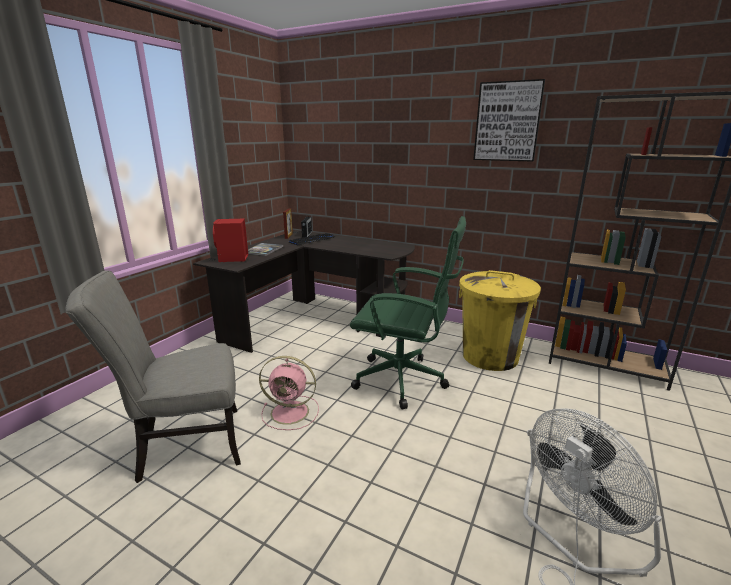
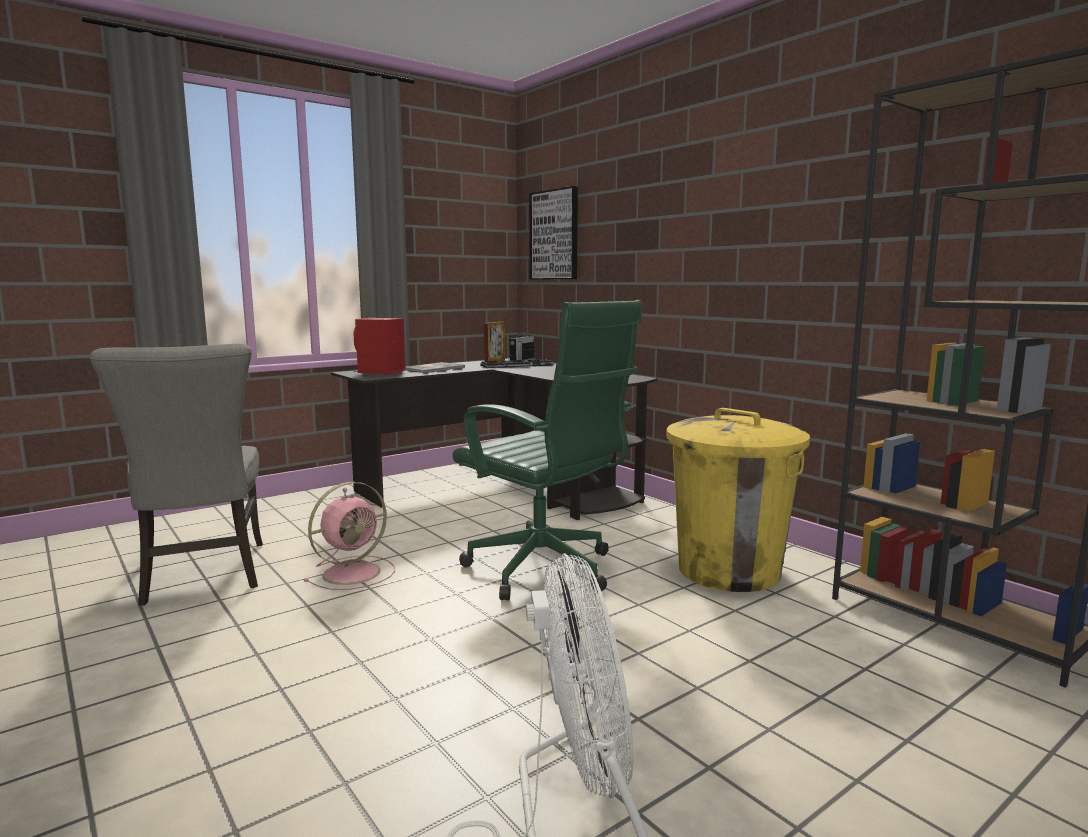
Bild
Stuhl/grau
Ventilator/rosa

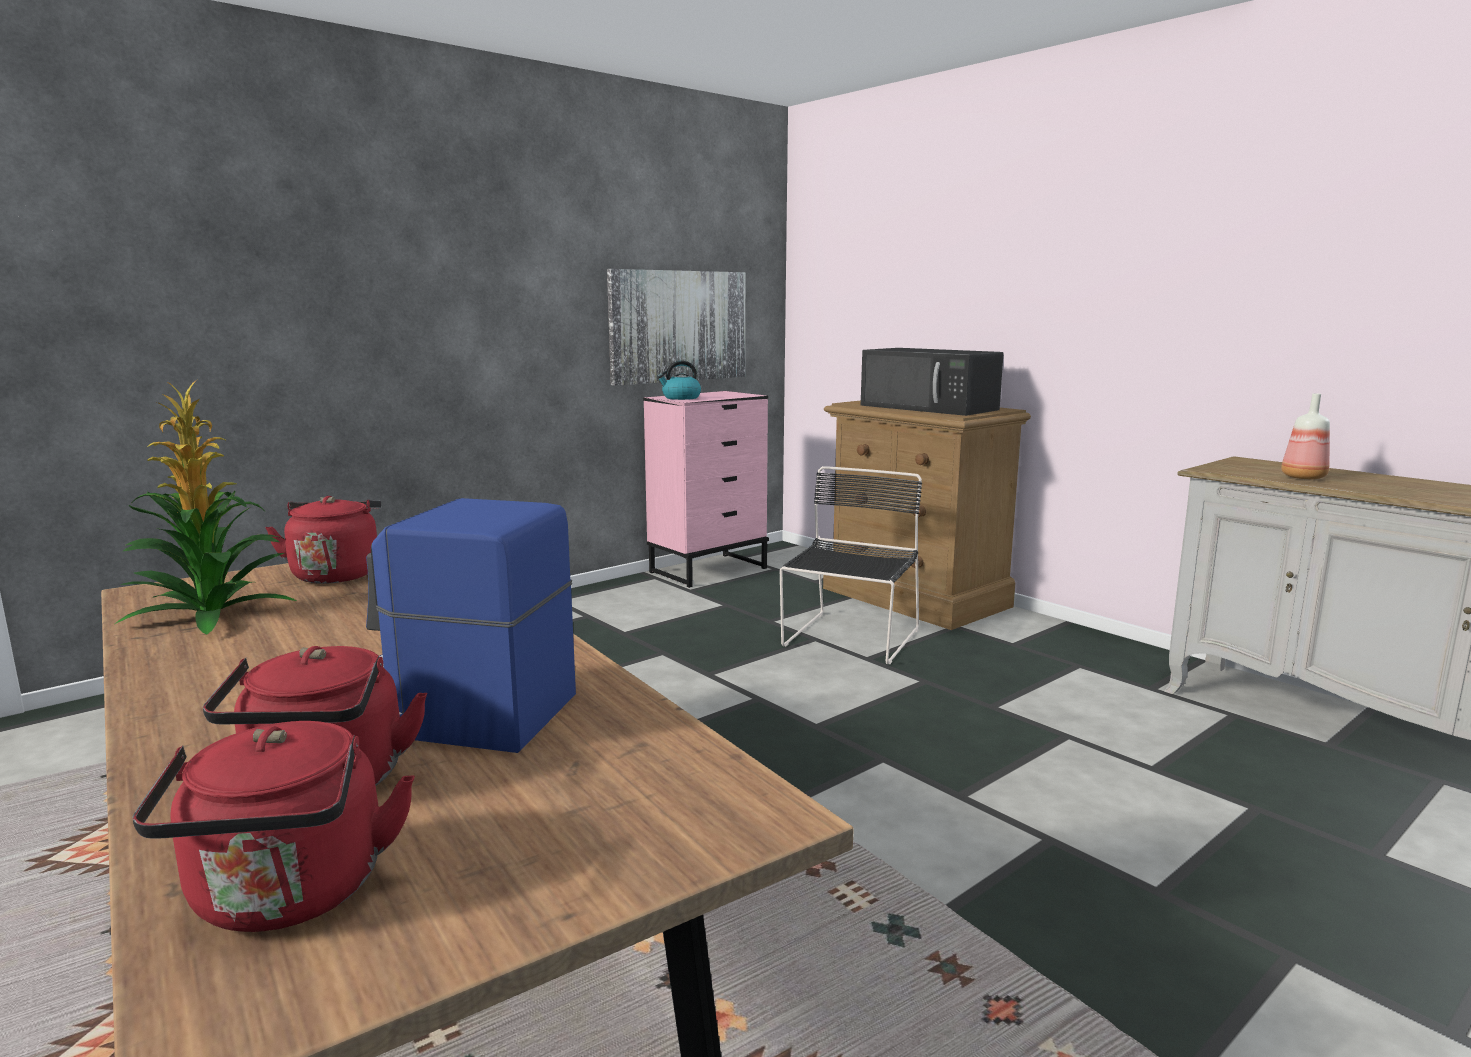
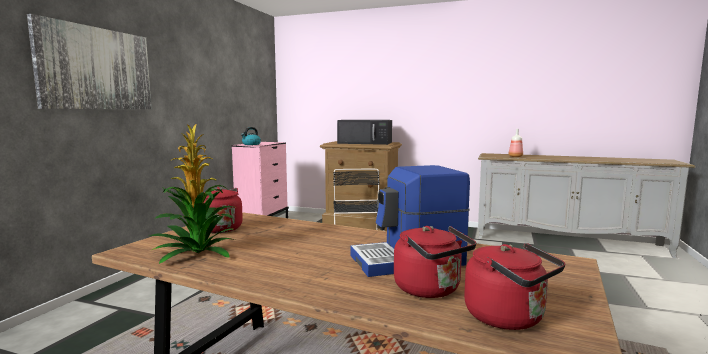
Bild

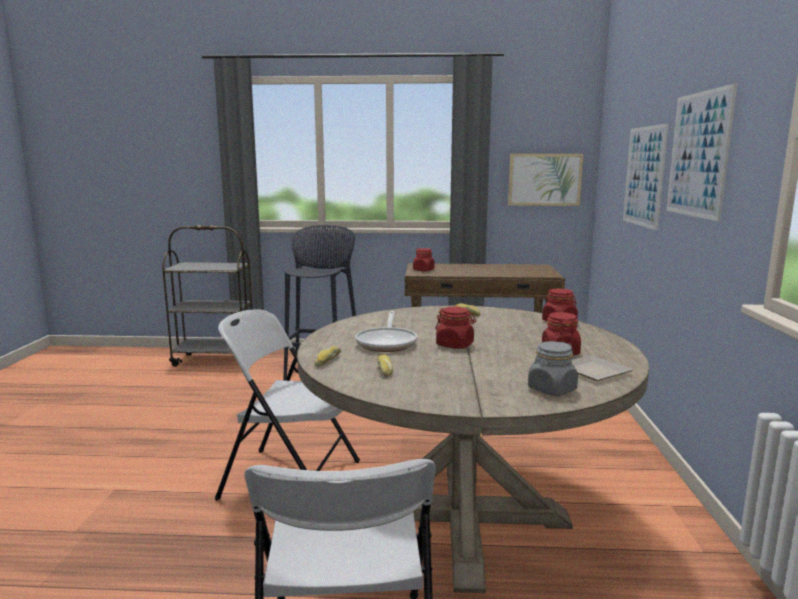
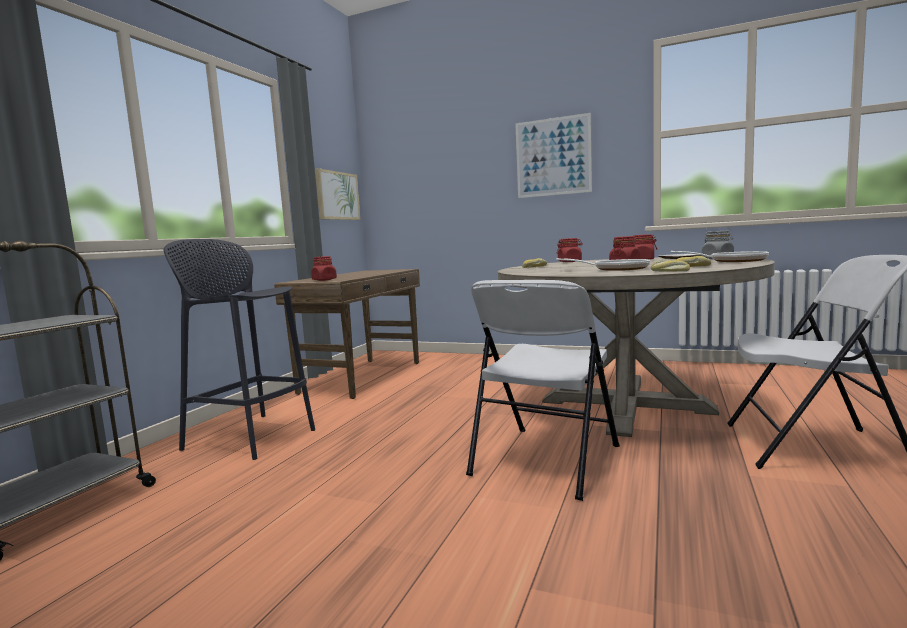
Bild (no. 2 from left in the first image)
Pfanne (no. 2 from left)

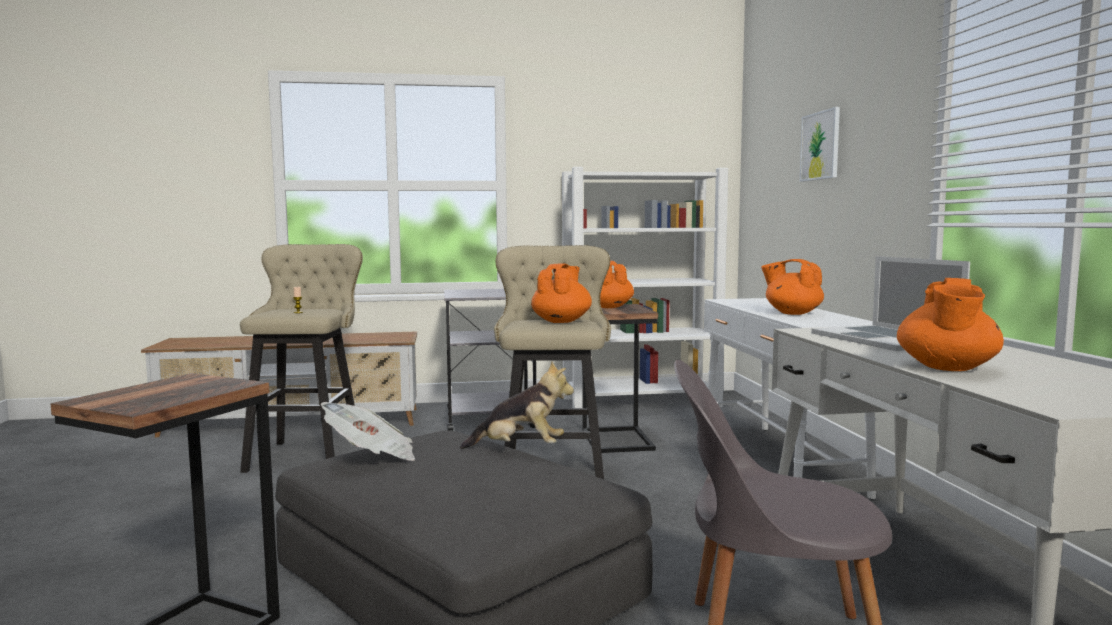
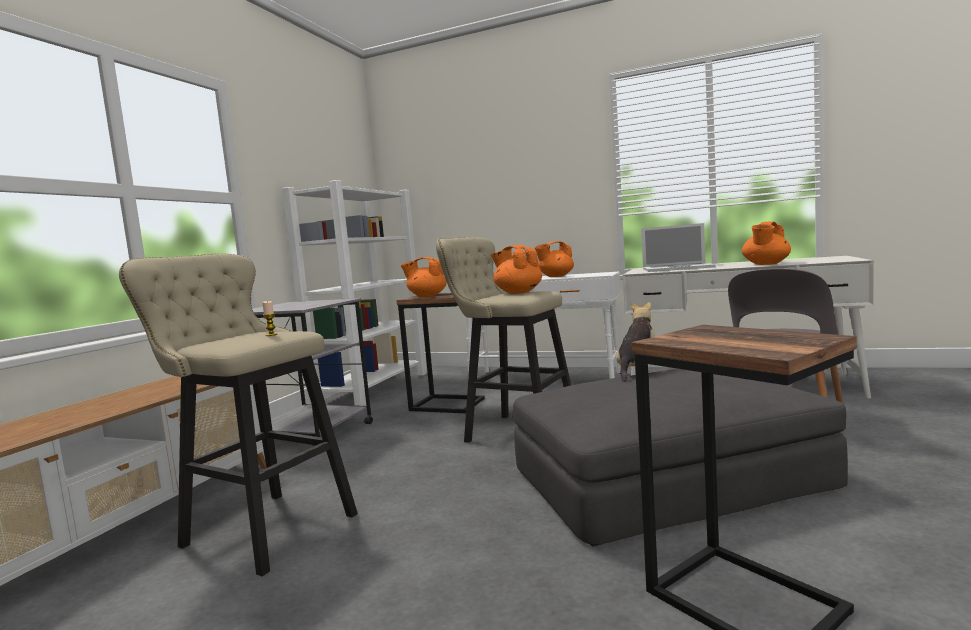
Bild
Teekanne/orange (no. 4 from left)
Zeitung

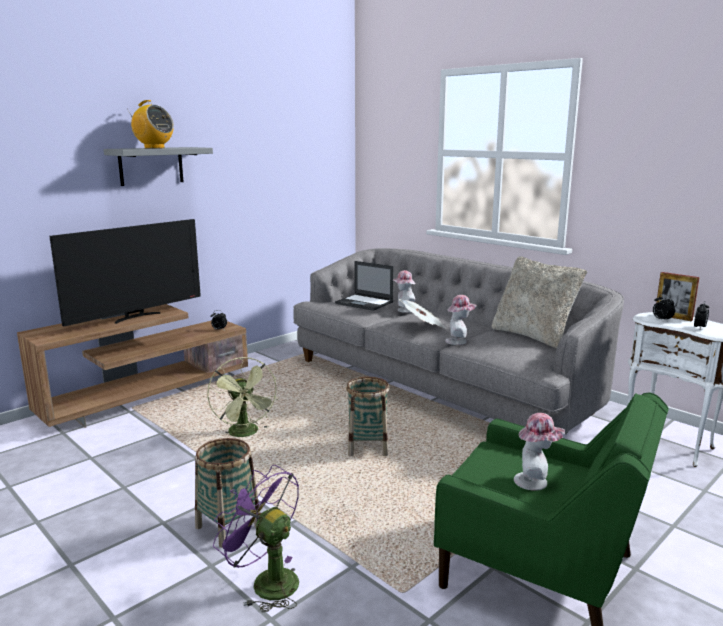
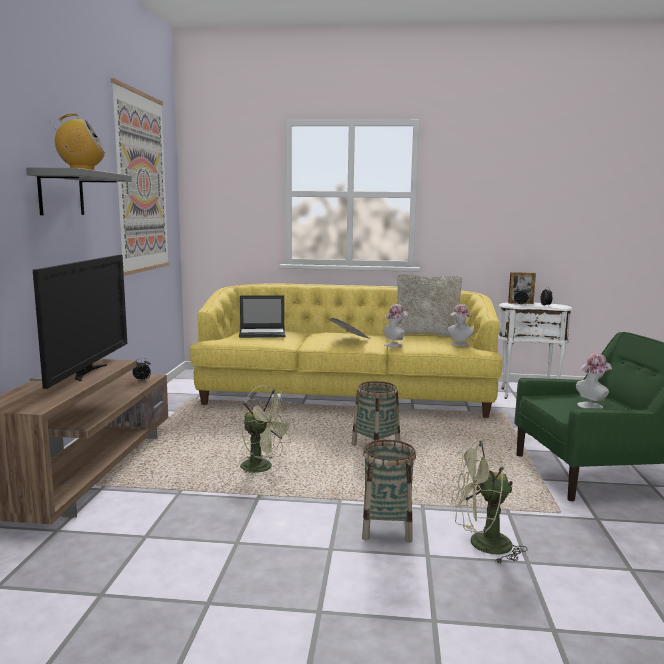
Sofa/gelb
Hut (no. 2 from left)
Ventilator/grün (no. 2 from left)
Bild

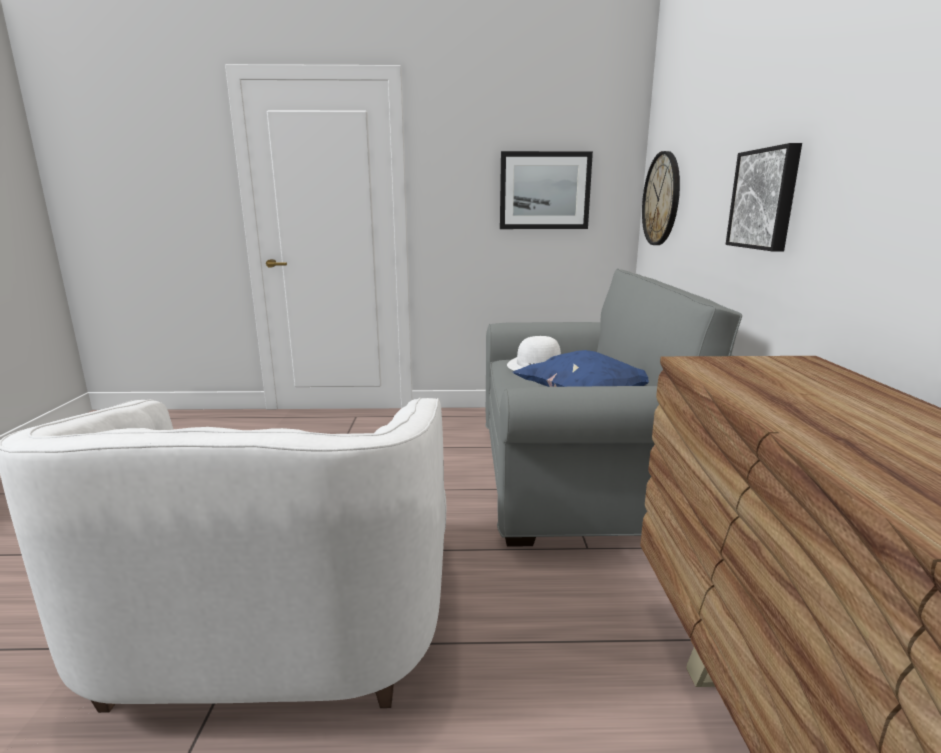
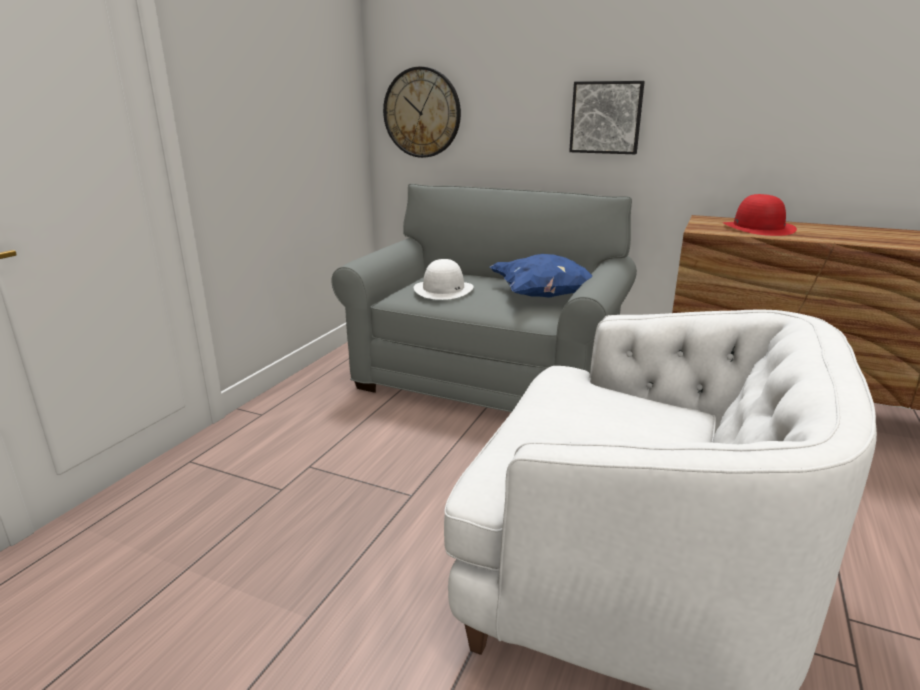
Bild (no. 1 from left in the first image)
Hut/rot

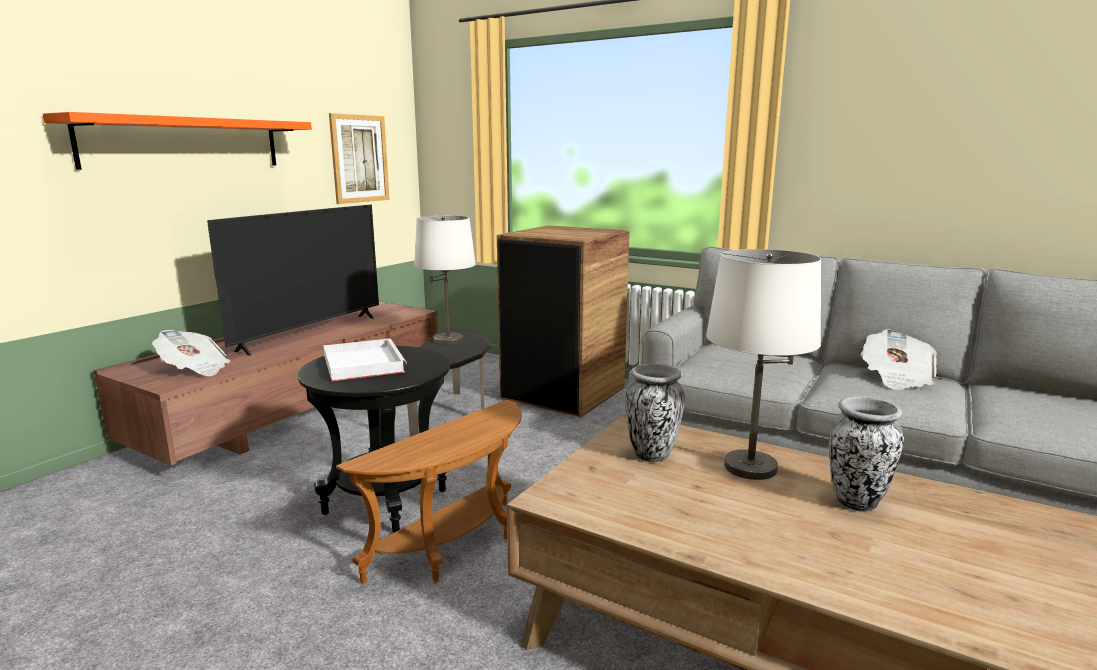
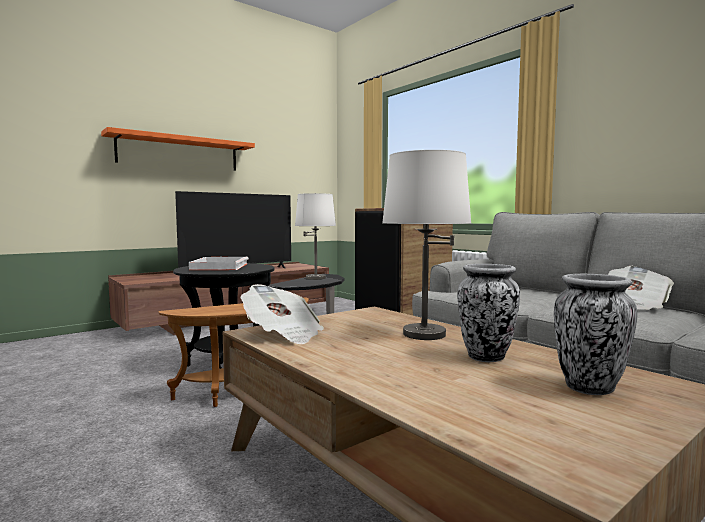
Bild
Zeitung (no. 1 from left)
Vase (no. 2 from left)

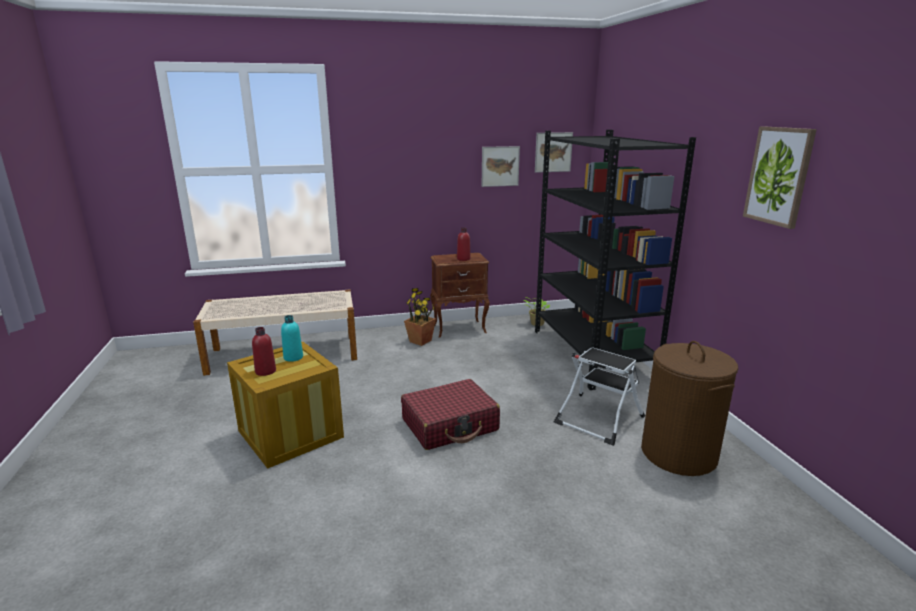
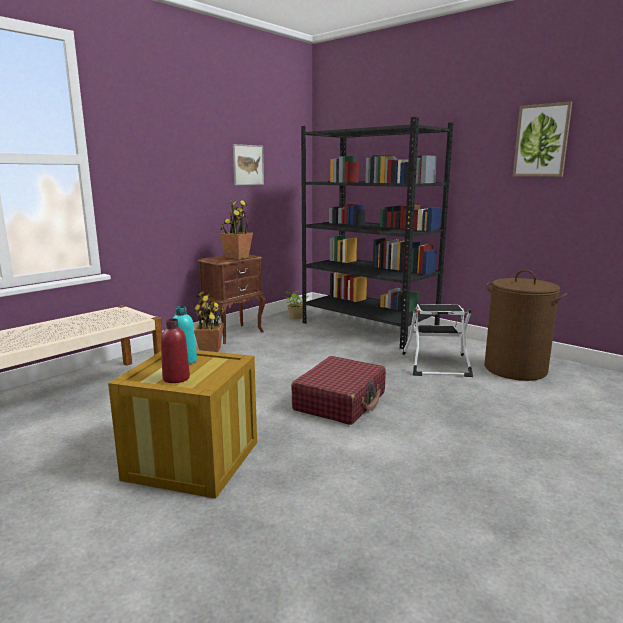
Bild (no. 2 from left in the first image)
Topfpflanze (no. 2 from left)

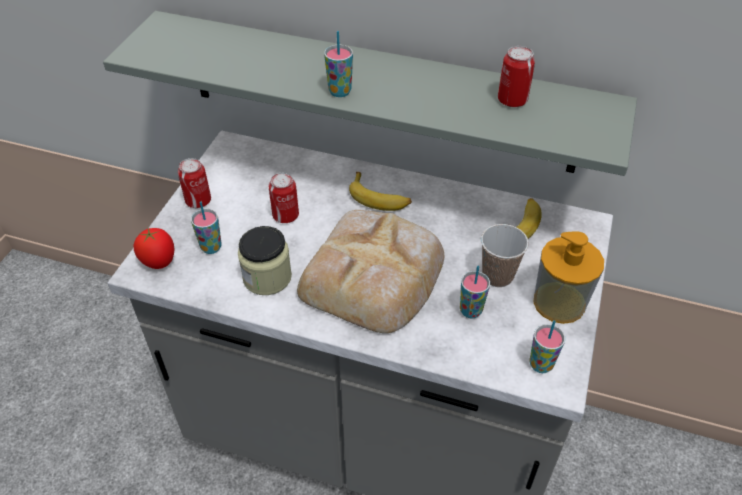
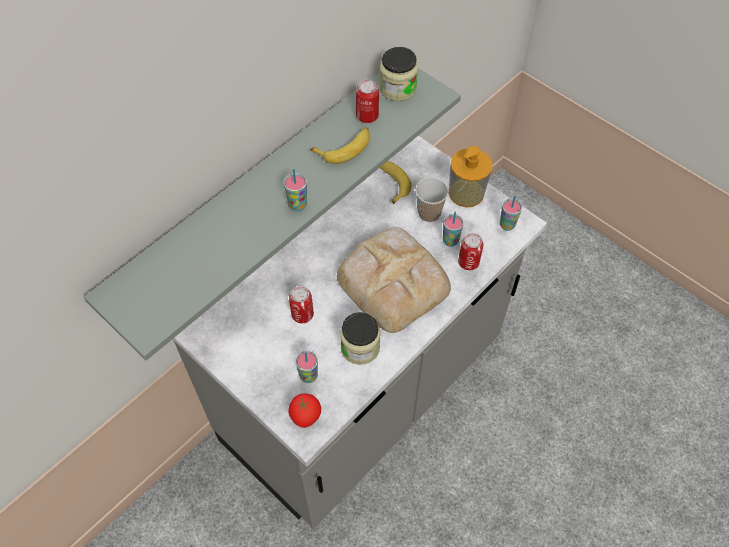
Dose (no. 3 from left)
Banane (no. 1 from left)
Vorratsglas (no. 2 from left)

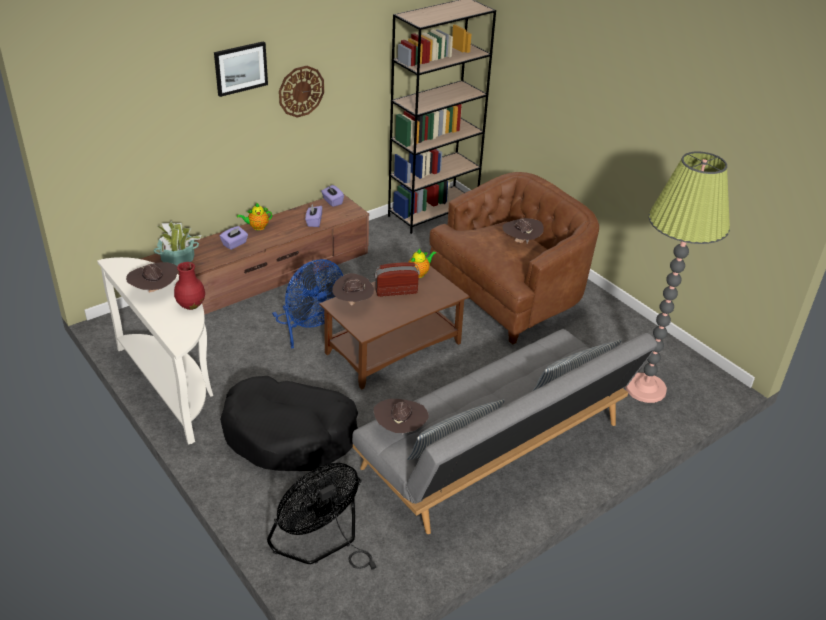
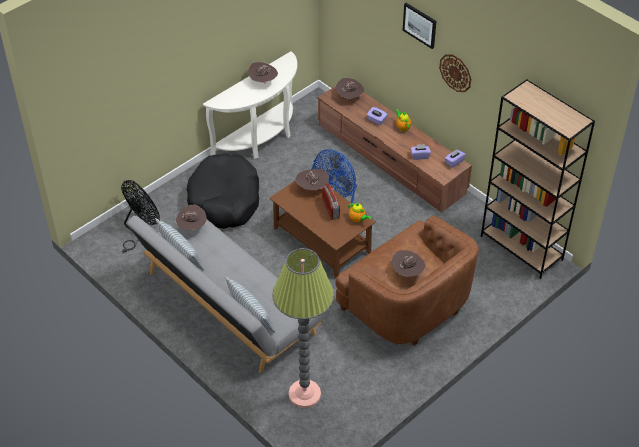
Hut/braun (no. 4 from left)
Vase/rot

